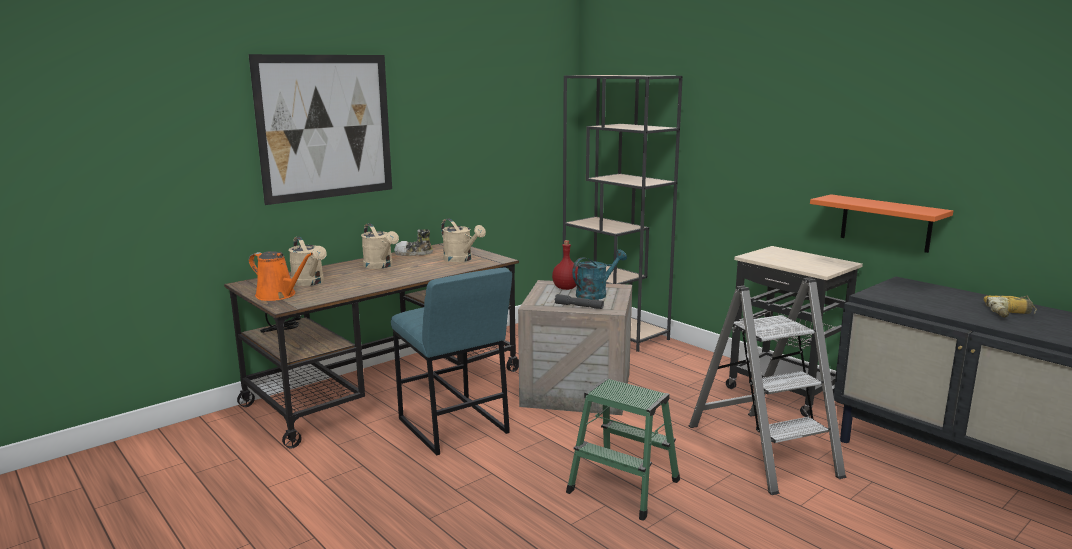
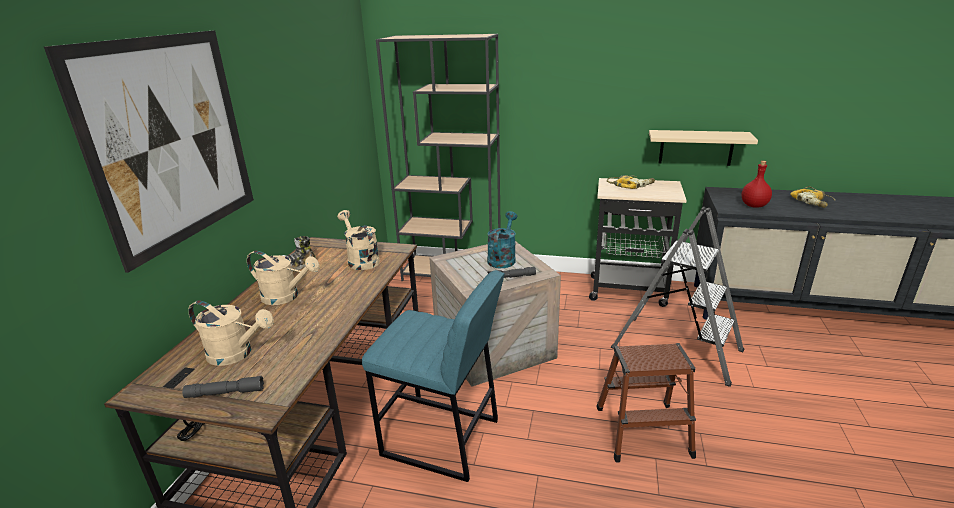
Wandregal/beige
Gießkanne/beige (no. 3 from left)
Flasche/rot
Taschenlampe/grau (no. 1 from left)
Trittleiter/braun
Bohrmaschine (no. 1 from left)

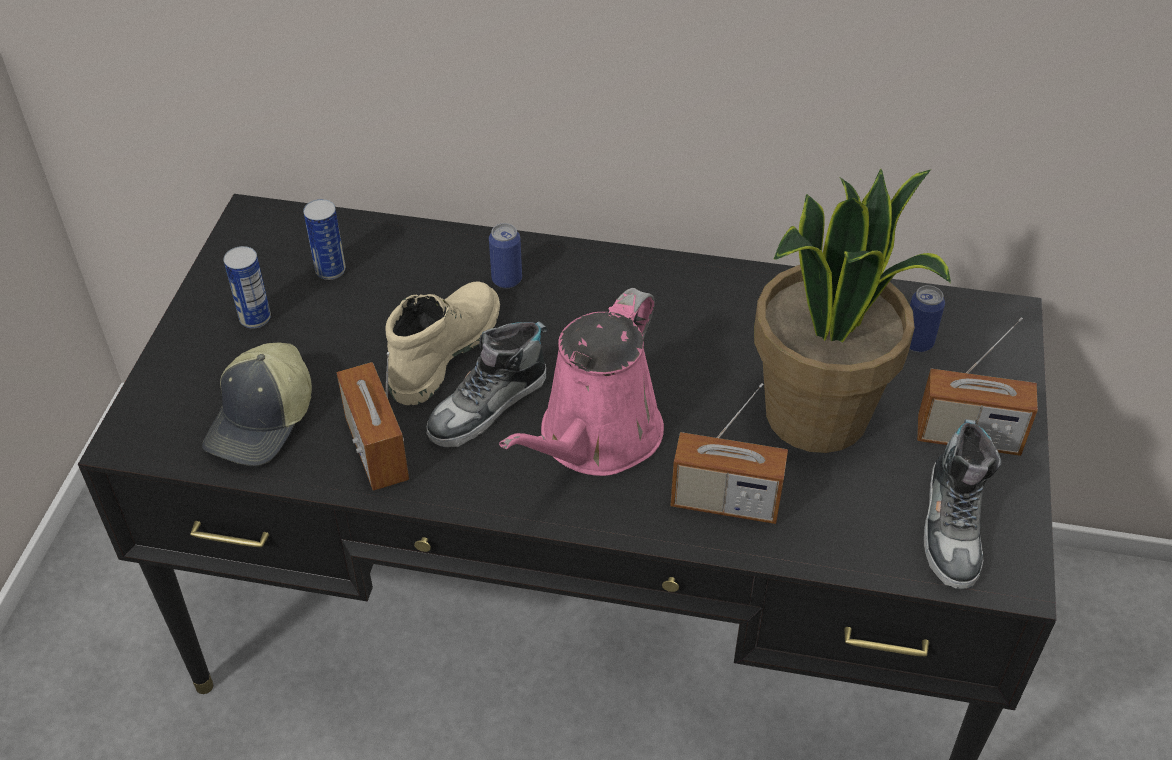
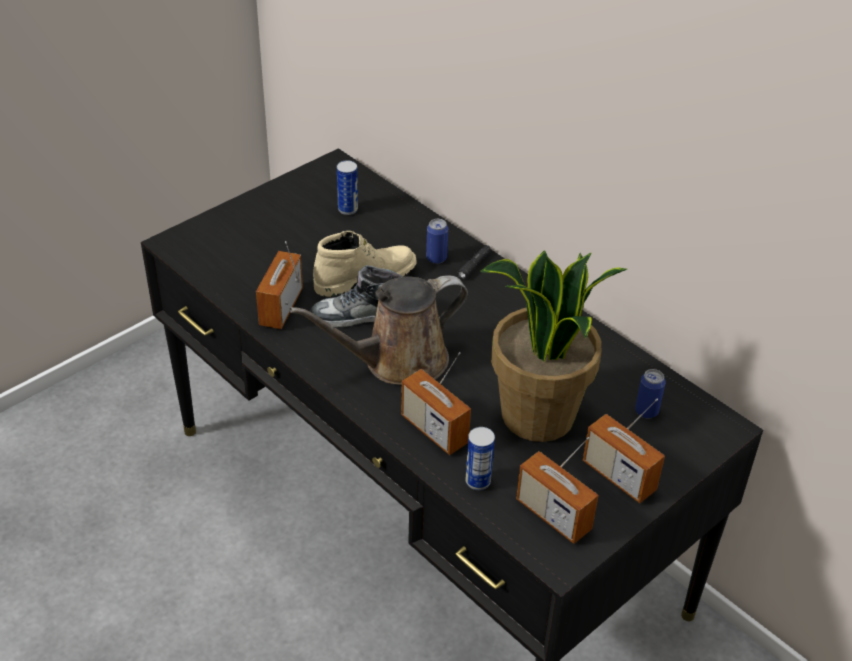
Dose (no. 3 from left)
Gießkanne/braun
Kappe
Radio (no. 3 from left)
Taschenlampe/schwarz

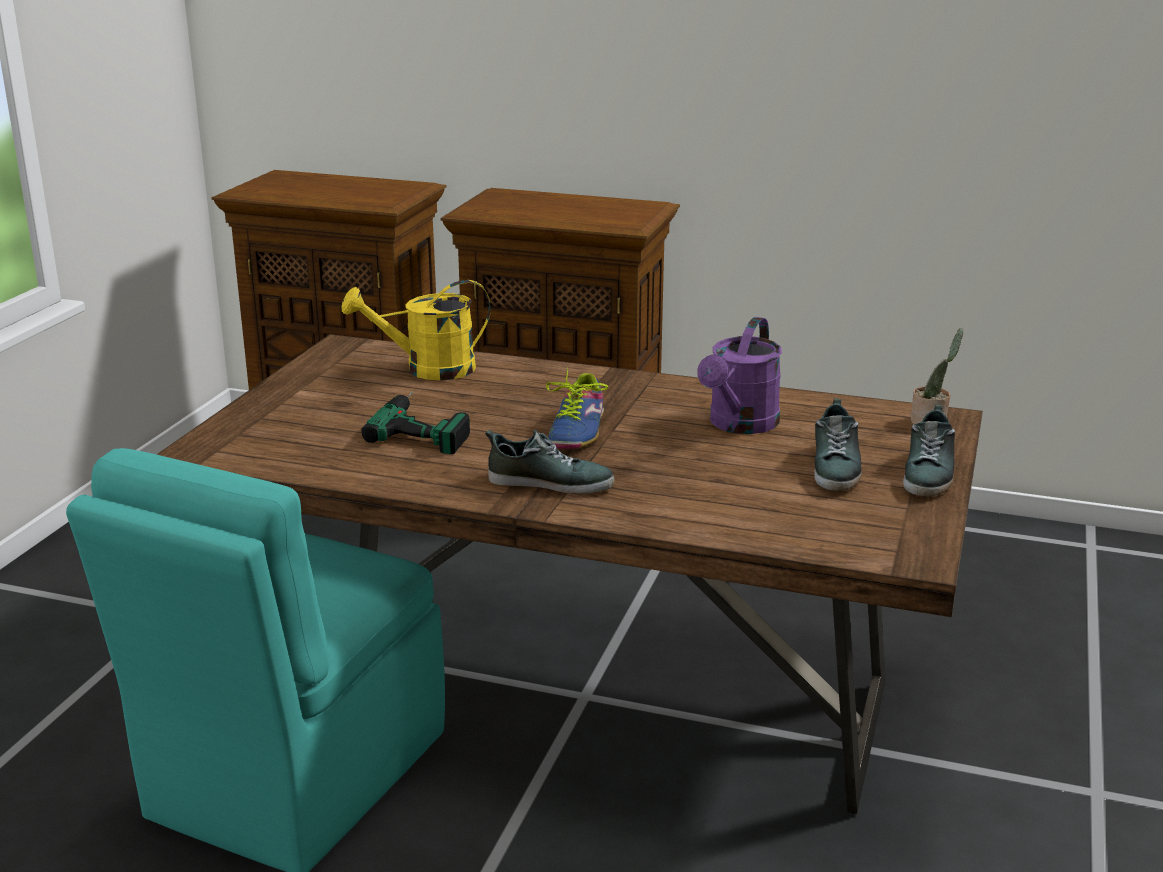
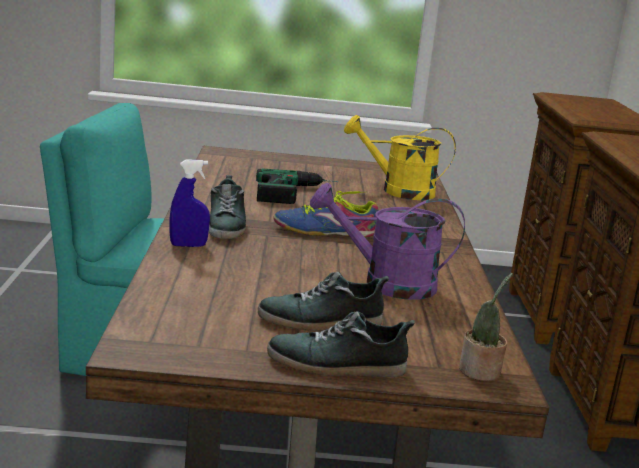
Gießkanne/gelb
Sprühflasche/blau

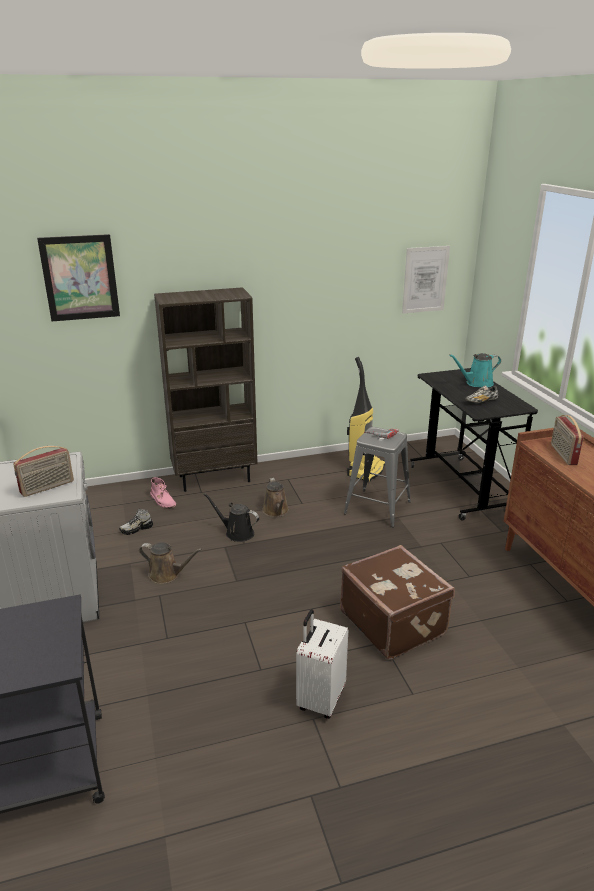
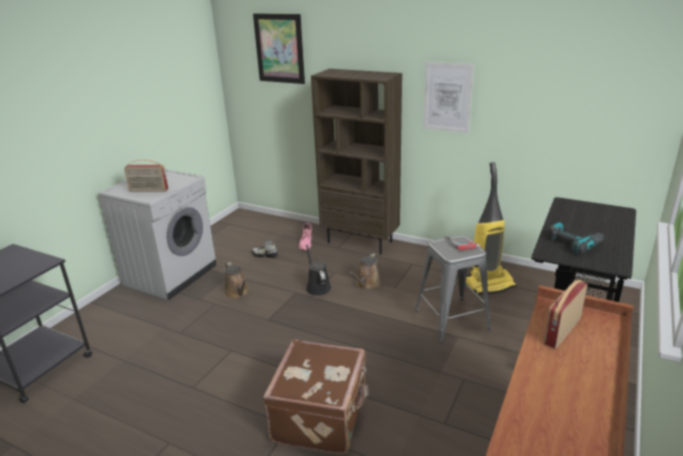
Bild (no. 2 from left)
Gießkanne/türkis
Bohrmaschine (no. 2 from left)
Koffer/weiß

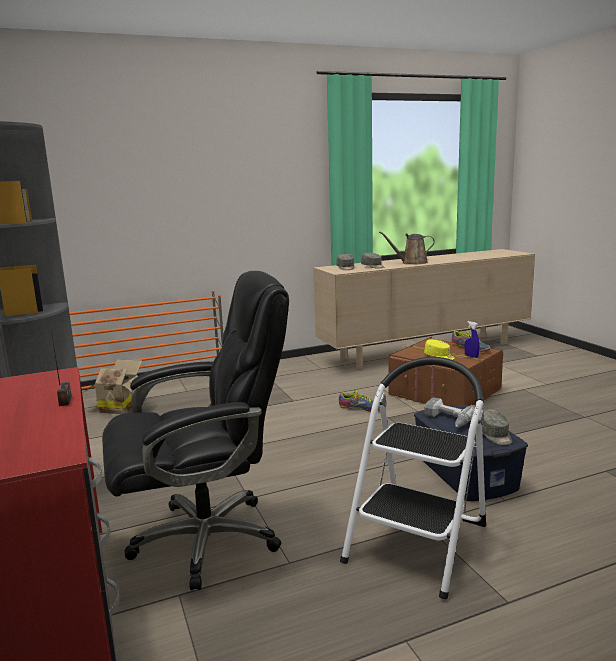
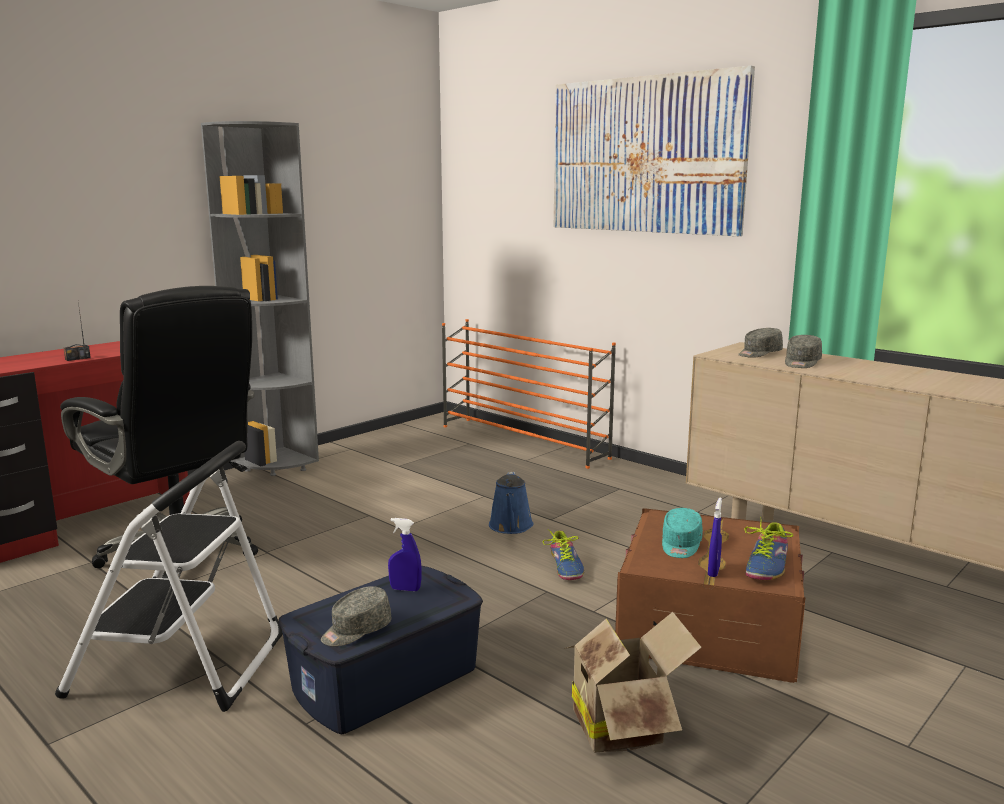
Gießkanne/braun
Kappe/türkis
Karton
Sprühflasche/blau (no. 1 from left)
Bild
Gießkanne/blau

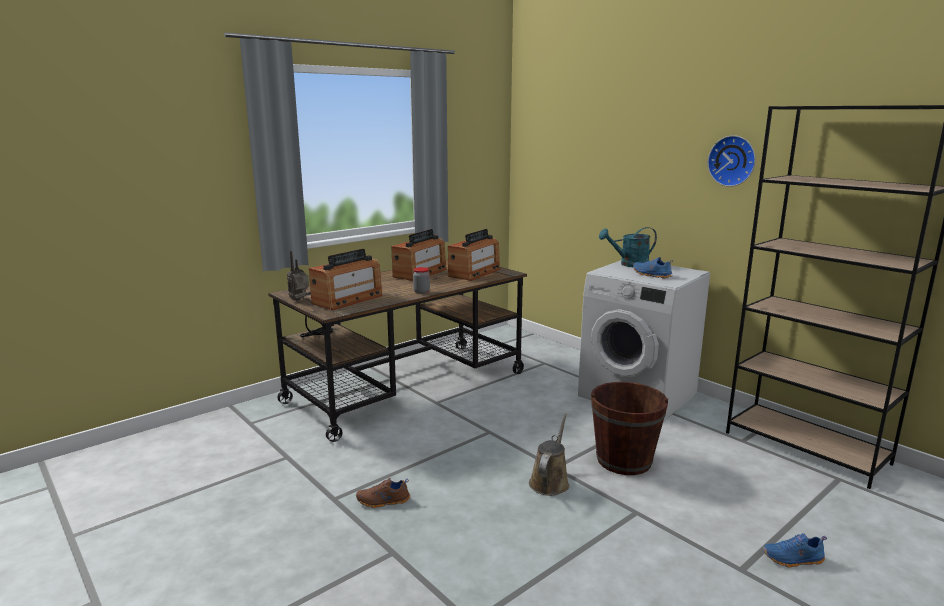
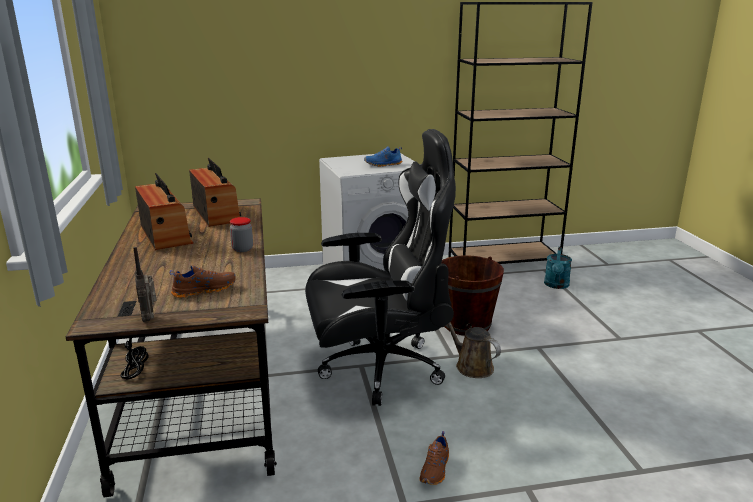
Wanduhr
Gießkanne/türkis
Schuh/braun (no. 1 from left)
Schuh/blau (no. 2 from left in the first image)
Bürostuhl/schwarz

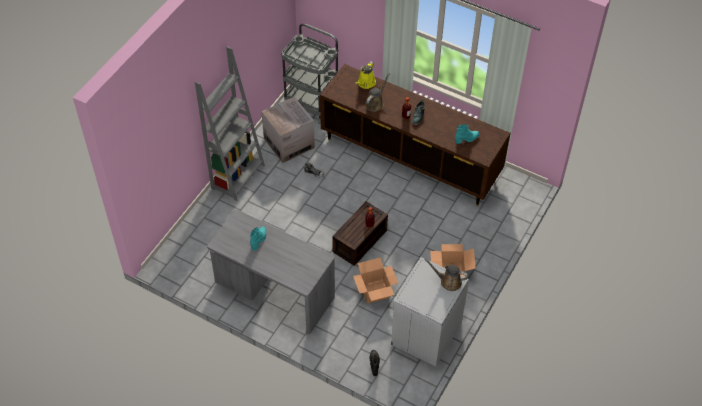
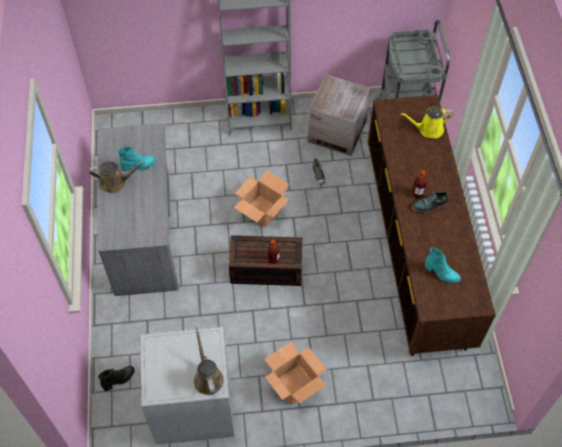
Gießkanne/braun (no. 1 from left)
Karton (no. 1 from left)

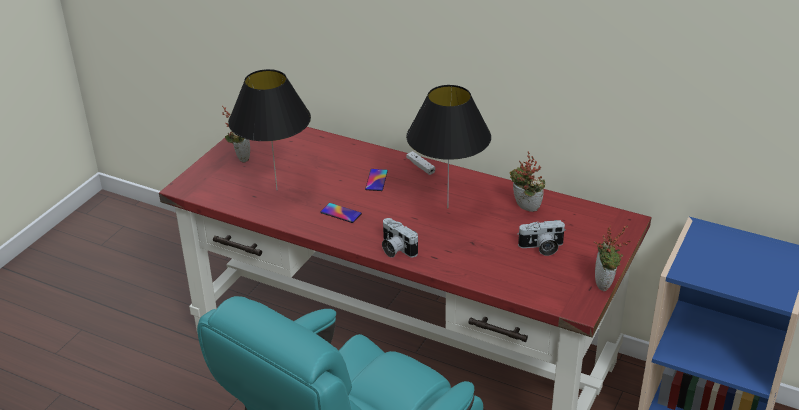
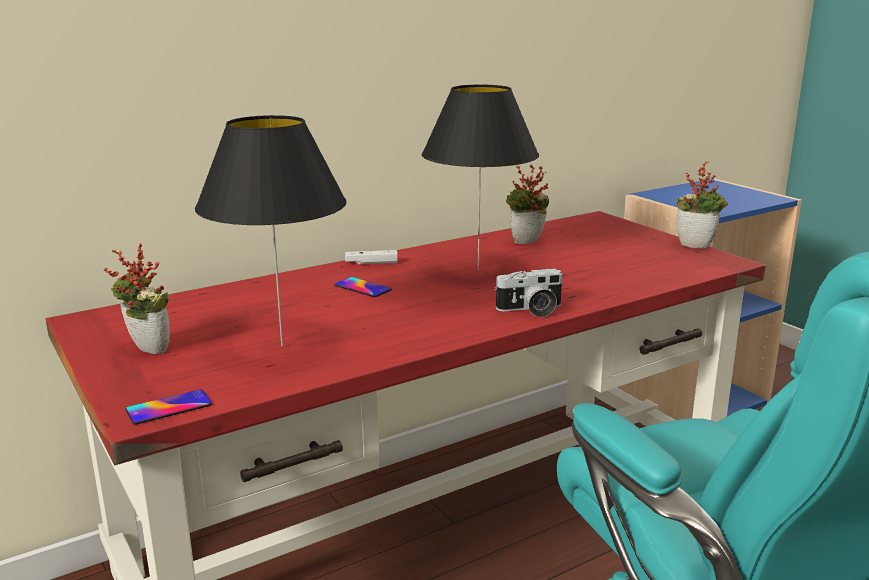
Handy (no. 1 from left)
Kamera (no. 2 from left in the first image)

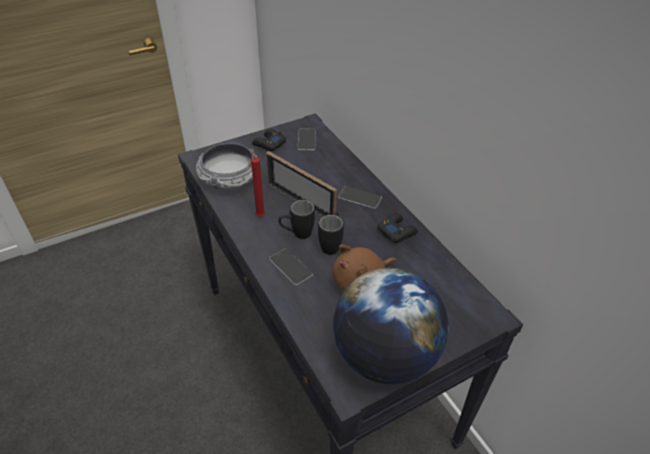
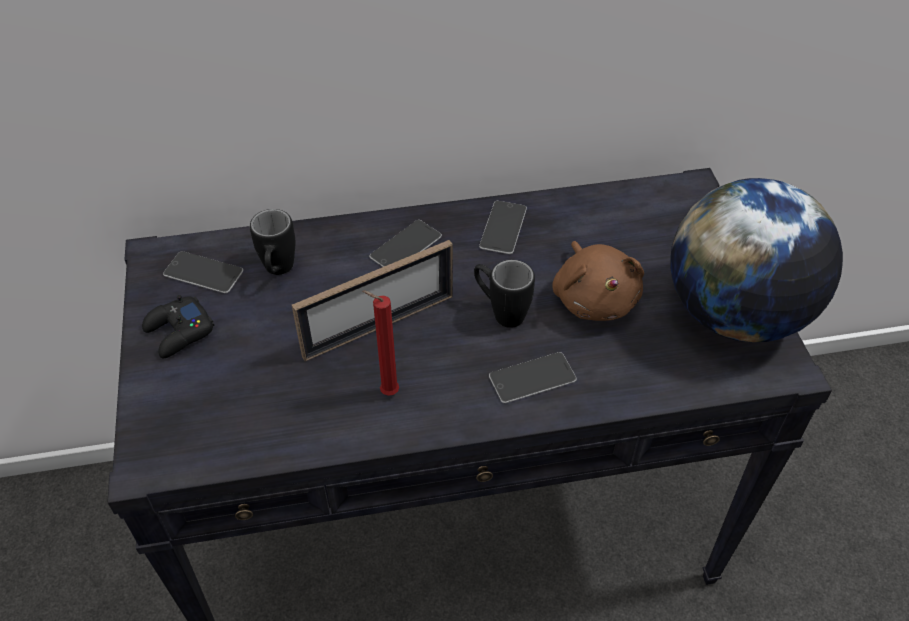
Schüssel
Henkelbecher/schwarz (no. 1 from left)
Handy (no. 3 from left)

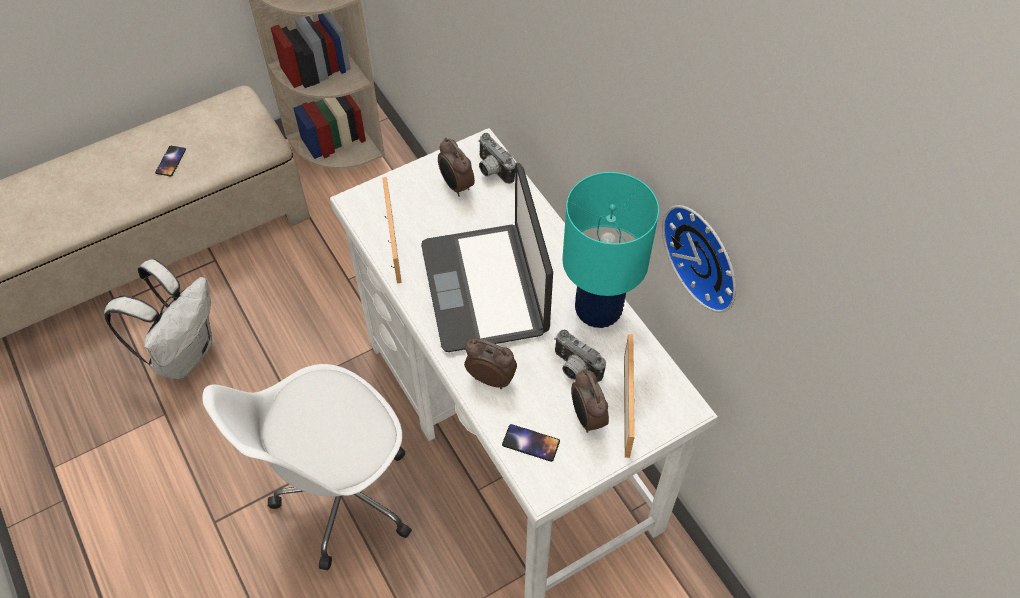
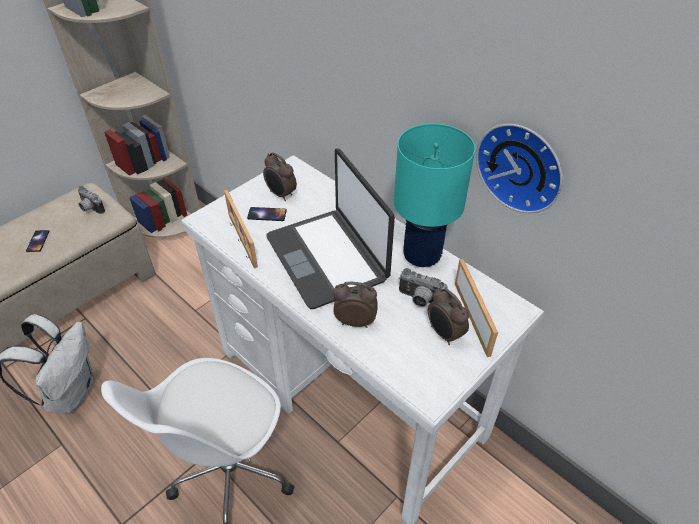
Kamera (no. 1 from left)
Handy (no. 2 from left)

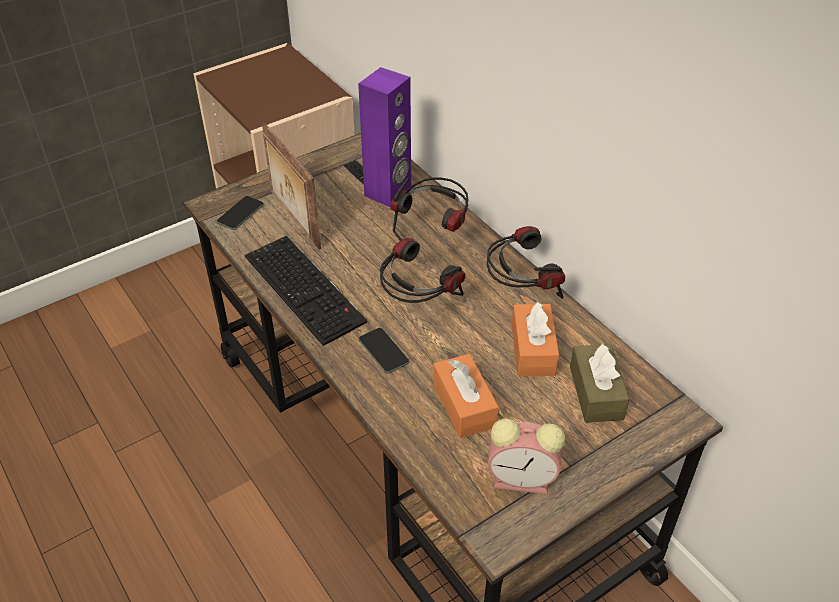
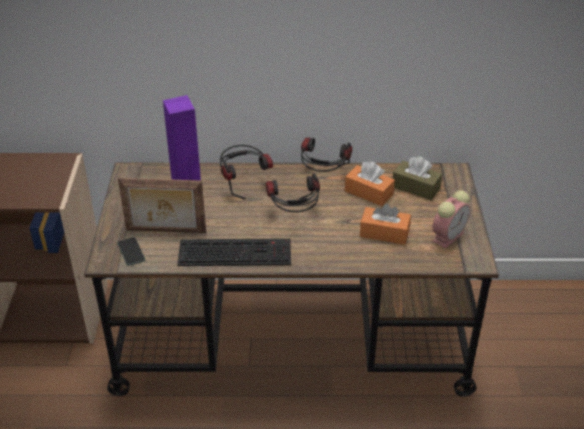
Handy (no. 2 from left in the first image)

